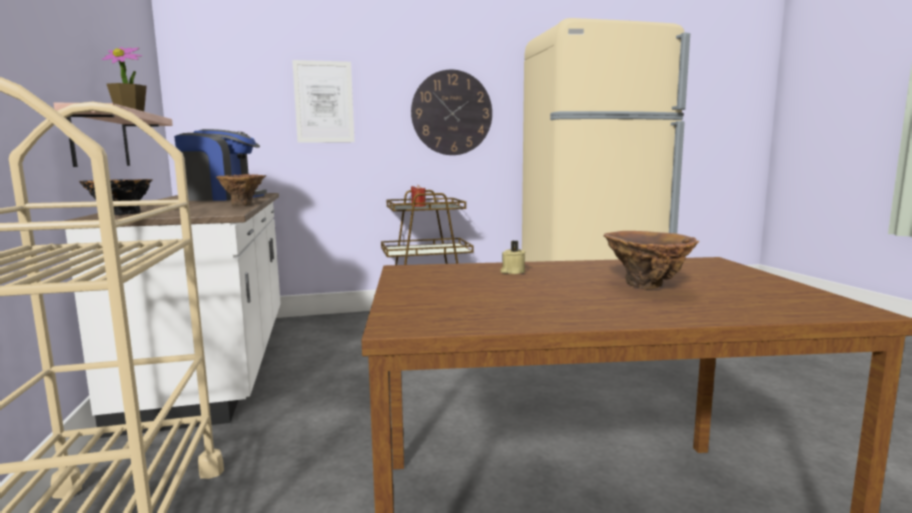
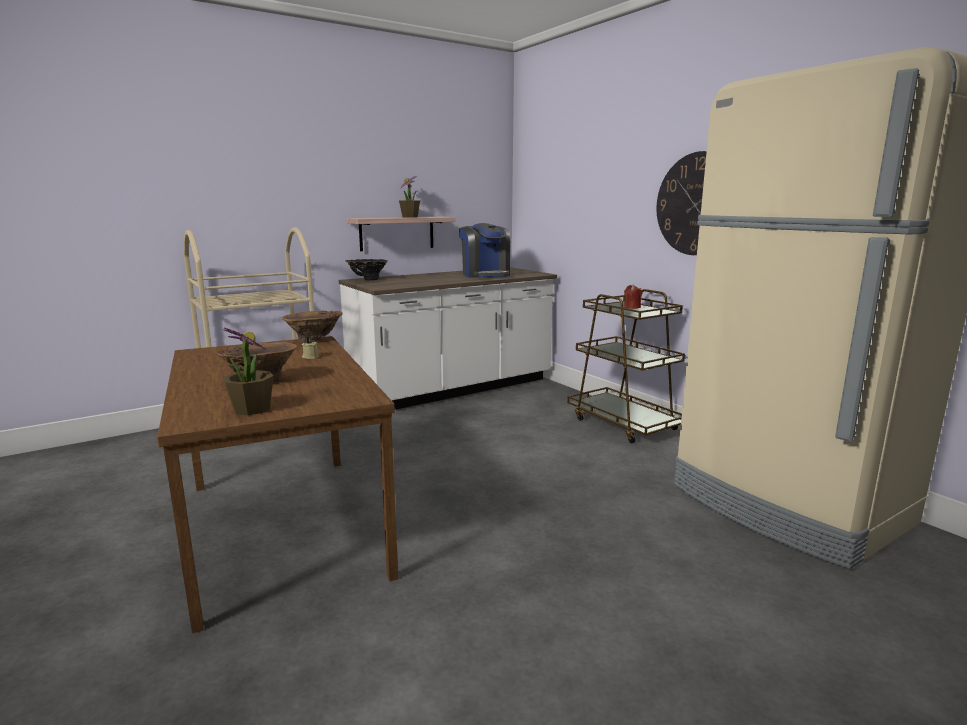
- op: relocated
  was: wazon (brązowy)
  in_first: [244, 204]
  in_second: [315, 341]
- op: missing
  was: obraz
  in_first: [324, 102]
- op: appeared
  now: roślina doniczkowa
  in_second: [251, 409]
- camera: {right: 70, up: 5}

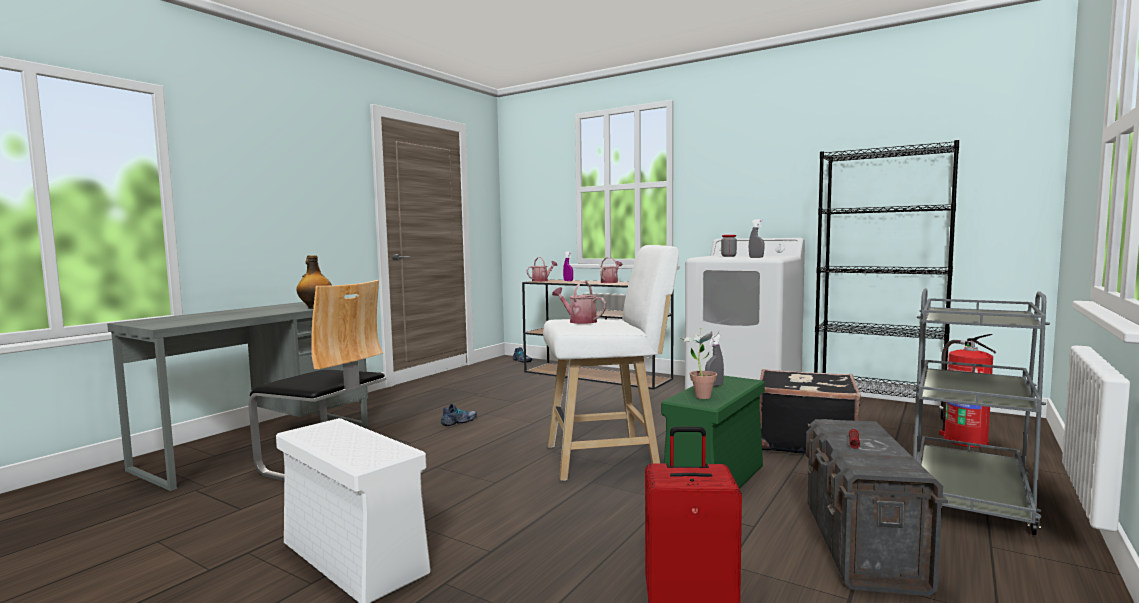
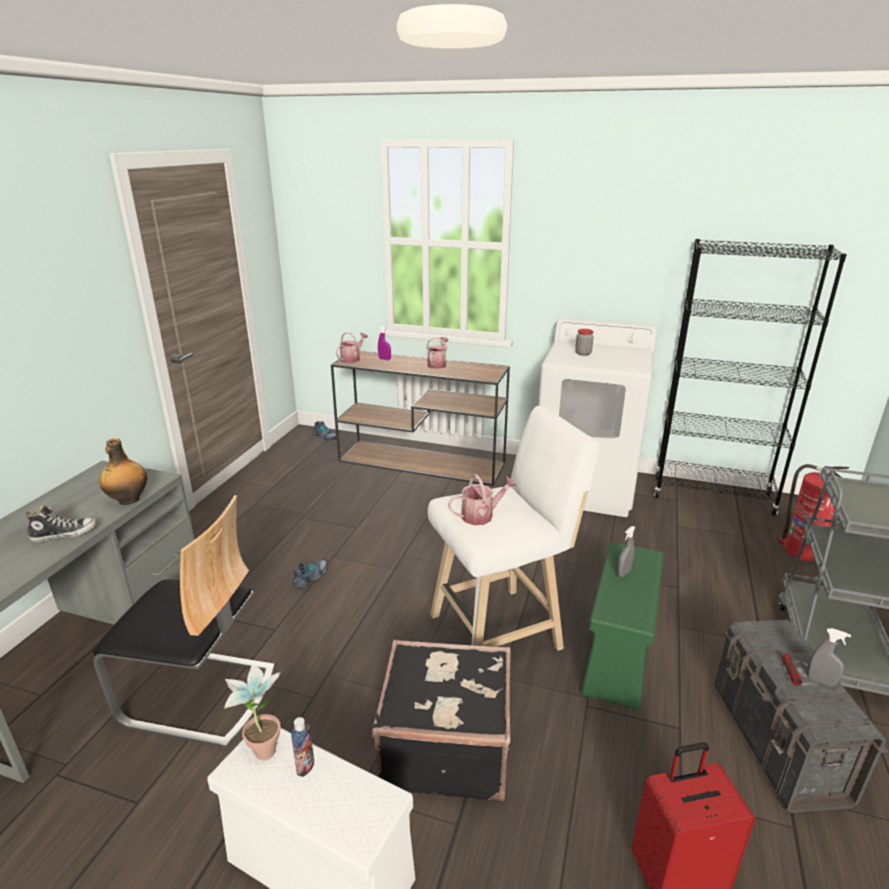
- op: spun
  was: konewka
  in_first: [579, 321]
  in_second: [481, 515]
  clockwise: 135
- op: relocated
  was: roślina doniczkowa
  in_first: [700, 395]
  in_second: [263, 745]
- op: relocated
  was: spryskiwacz (szary)
  in_first: [756, 257]
  in_second: [820, 681]
- op: relocated
  was: walizka (czarny)
  in_first: [804, 442]
  in_second: [445, 745]
- op: appeared
  now: but
  in_second: [65, 534]
- op: appeared
  now: butelka
  in_second: [305, 766]
- camera: {right: -15, up: 20}

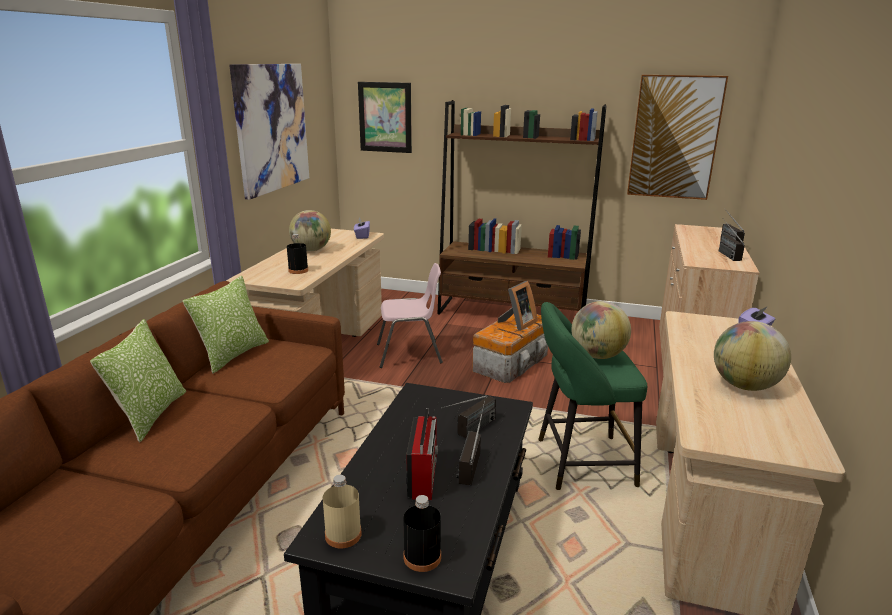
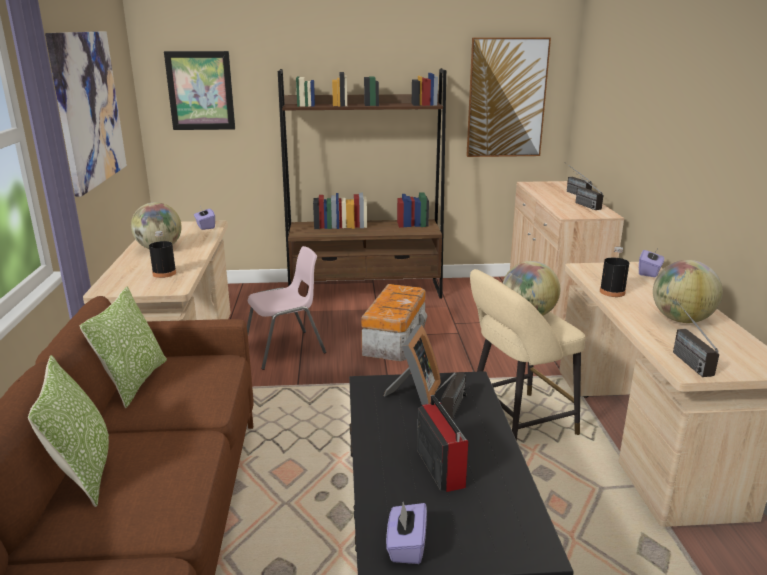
- op: exchanged
  was: butelka (beżowy)
  now: pudełko chusteczek (fioletowy)
  in_first: [343, 535]
  in_second: [406, 546]
- op: relocated
  was: butelka (czarny)
  in_first: [422, 557]
  in_second: [612, 292]
- op: relocated
  was: radio
  in_first: [470, 460]
  in_second: [683, 357]
- op: relocated
  was: ramka na zdjęcie
  in_first: [517, 324]
  in_second: [415, 393]
- op: colour
  was: stołek (zielony)
  now: stołek (beżowy)
  in_first: [579, 462]
  in_second: [515, 424]
- camera: {right: -20, up: 0}

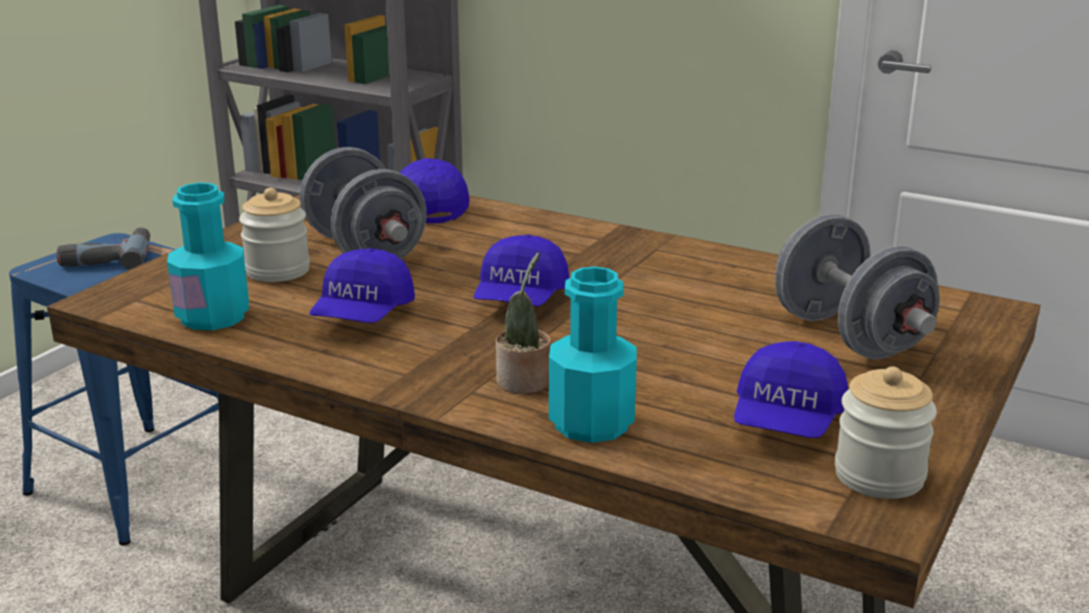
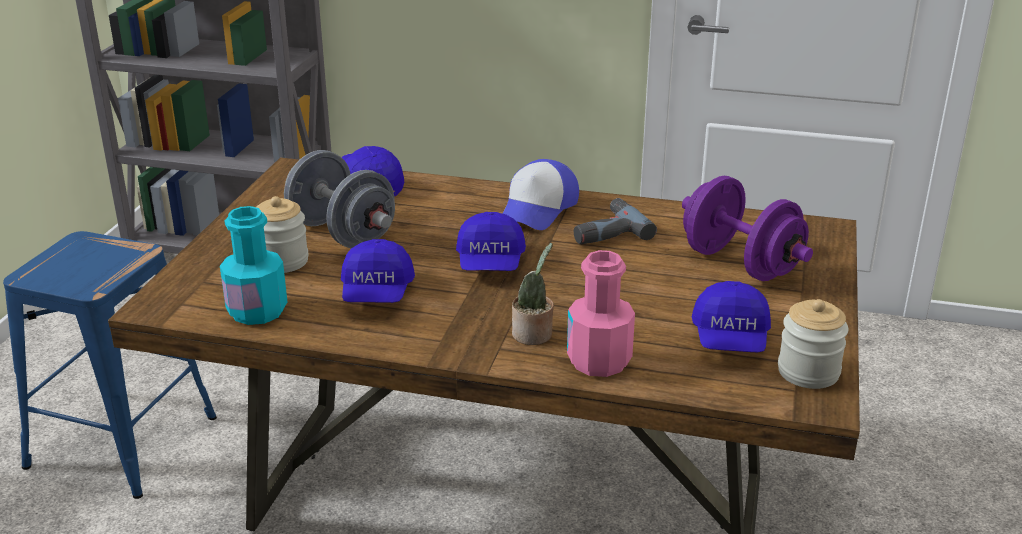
- op: relocated
  was: wiertarka
  in_first: [107, 258]
  in_second: [605, 231]
- op: colour
  was: butelka (turkusowy)
  now: butelka (różowy)
  in_first: [591, 423]
  in_second: [599, 361]
- op: colour
  was: hantel (szary)
  now: hantel (fioletowy)
  in_first: [848, 336]
  in_second: [740, 263]
- op: appeared
  now: czapka z daszkiem
  in_second: [538, 209]
- camera: {right: -15, up: 5}

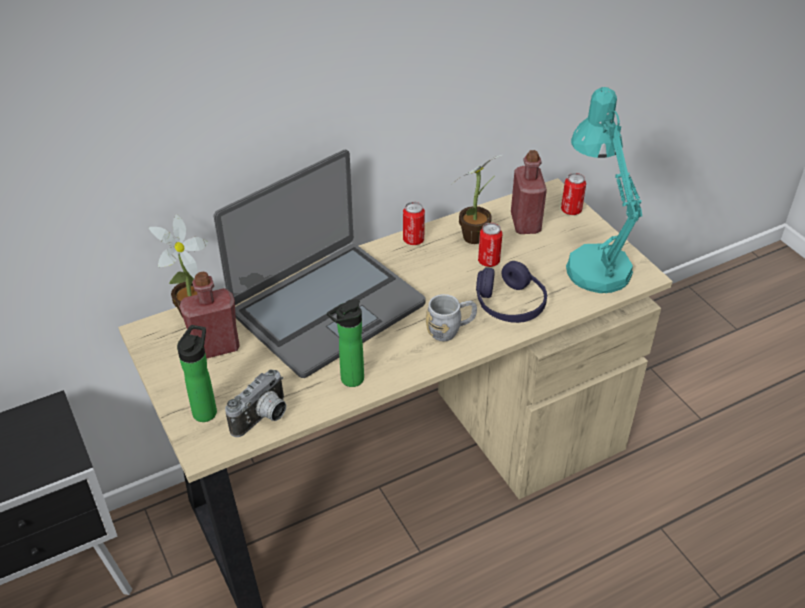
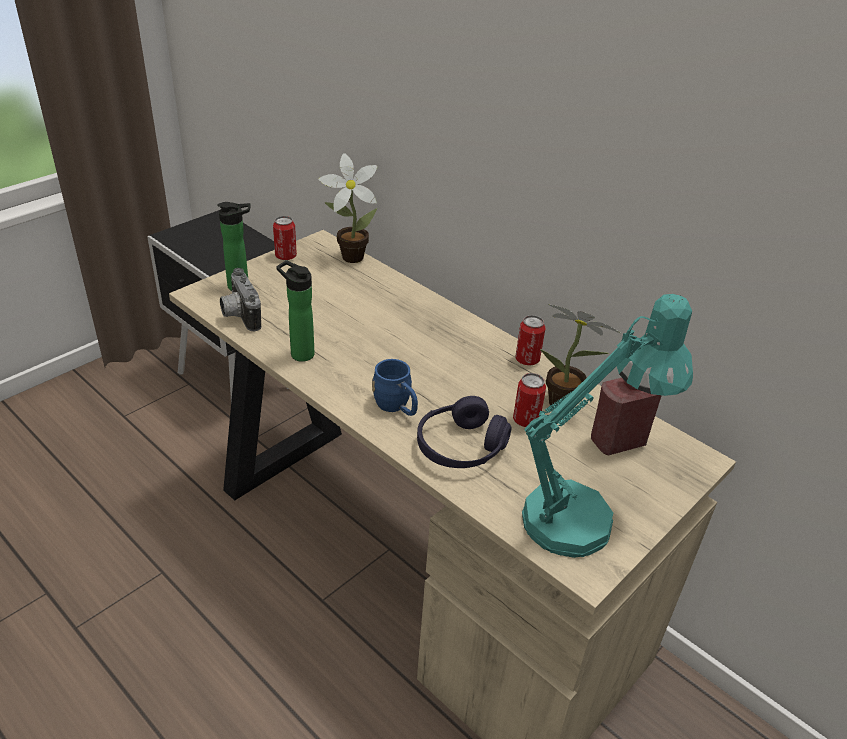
- op: missing
  was: butelka (czerwony)
  in_first: [215, 348]
- op: missing
  was: laptop
  in_first: [327, 308]
- op: spun
  was: aparat fotograficzny
  in_first: [264, 418]
  in_second: [239, 316]
  clockwise: 45
- op: colour
  was: kubek (szary)
  now: kubek (niebieski)
  in_first: [450, 330]
  in_second: [396, 407]
- op: relocated
  was: puszka
  in_first: [571, 210]
  in_second: [286, 256]
- camera: {right: 70, up: -5}

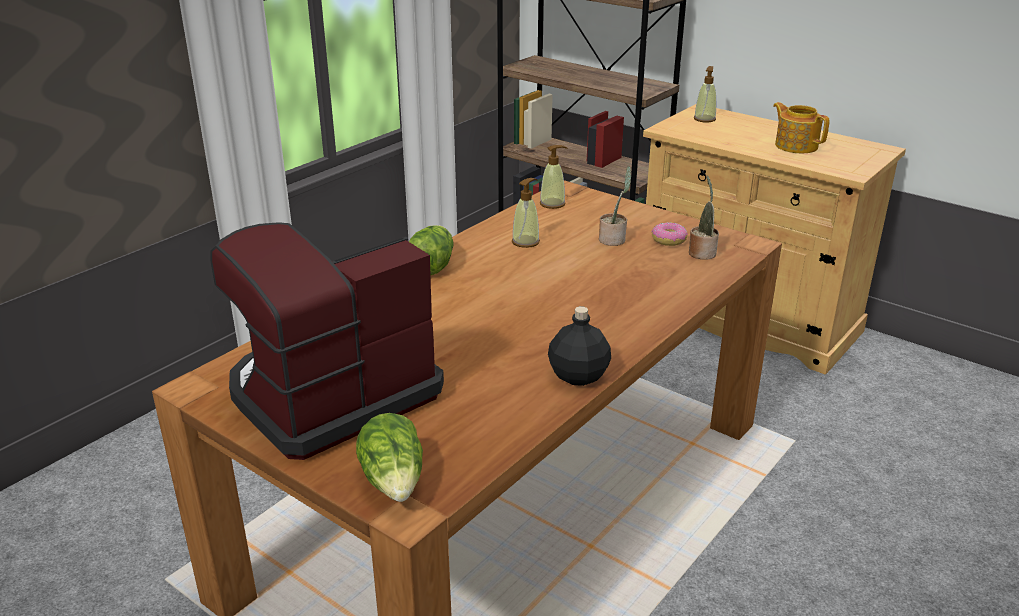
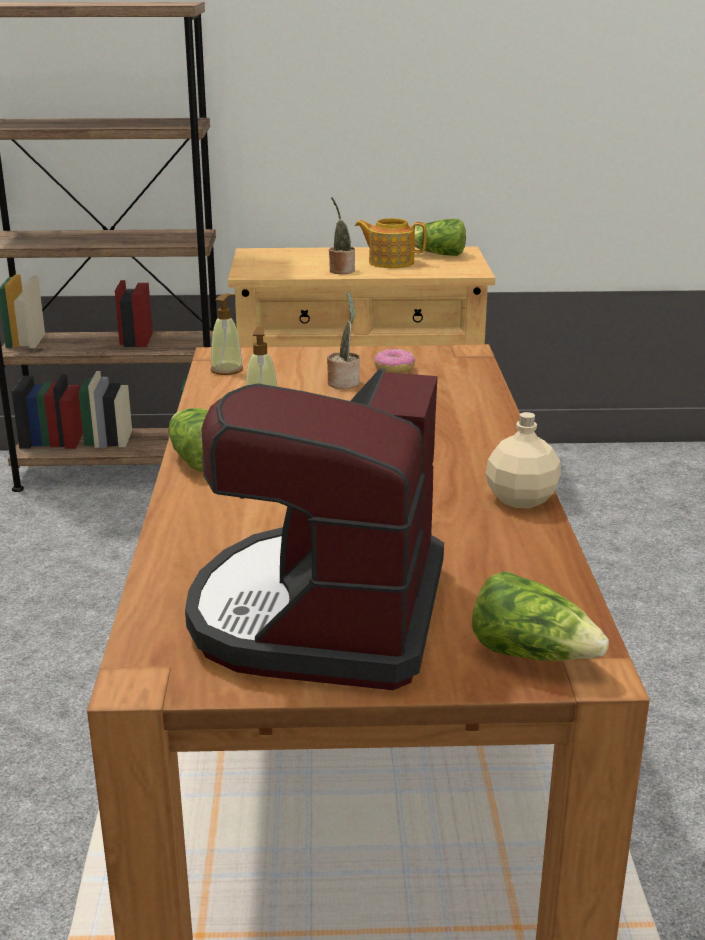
- op: colour
  was: butelka (czarny)
  now: butelka (beżowy)
  in_first: [577, 376]
  in_second: [520, 499]
- op: relocated
  was: roślina doniczkowa
  in_first: [702, 252]
  in_second: [341, 270]
- op: missing
  was: dozownik mydła
  in_first: [704, 119]
- op: appeared
  now: sałata
  in_second: [437, 255]
- camera: {right: -40, up: -5}

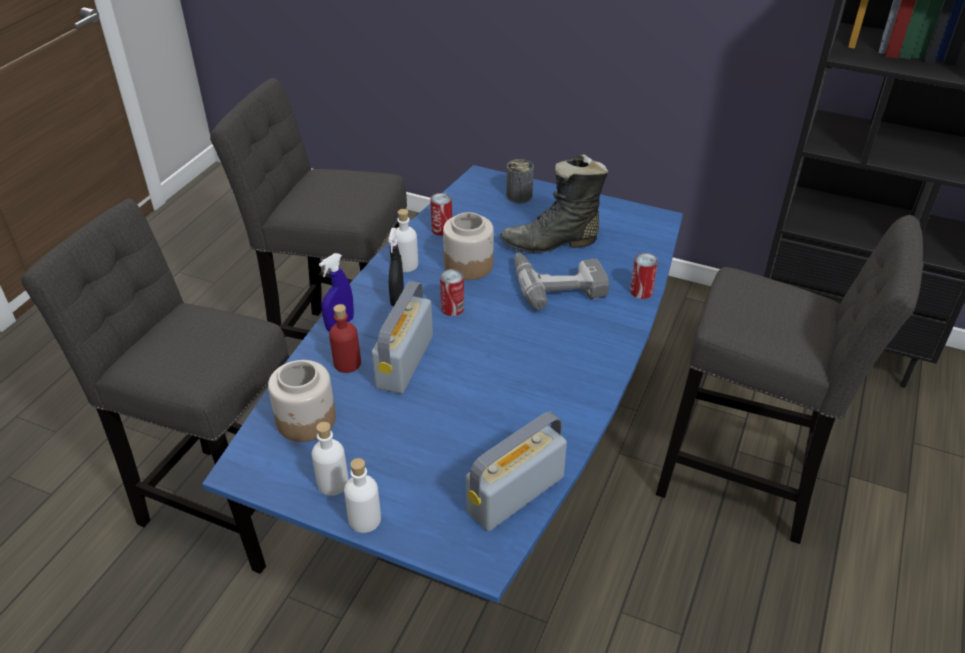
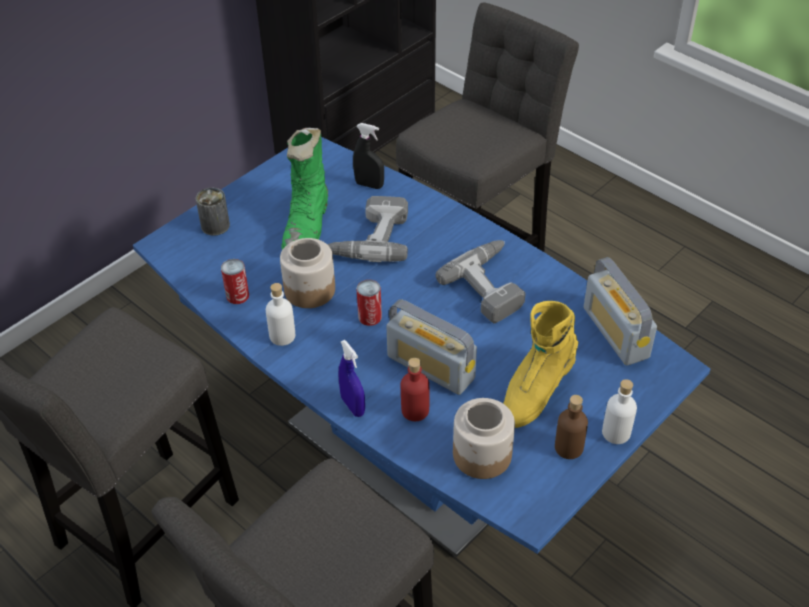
- op: colour
  was: butelka (biały)
  now: butelka (brązowy)
  in_first: [333, 483]
  in_second: [568, 447]
- op: relocated
  was: spryskiwacz (czarny)
  in_first: [397, 298]
  in_second: [369, 185]
- op: colour
  was: but z cholewką (czarny)
  now: but z cholewką (zielony)
  in_first: [551, 243]
  in_second: [308, 225]
- op: missing
  was: puszka
  in_first: [641, 291]
- op: appeared
  now: wiertarka
  in_second: [492, 285]
- op: appeared
  now: but z cholewką (żółty)
  in_second: [535, 391]
- camera: {right: -70, up: 5}

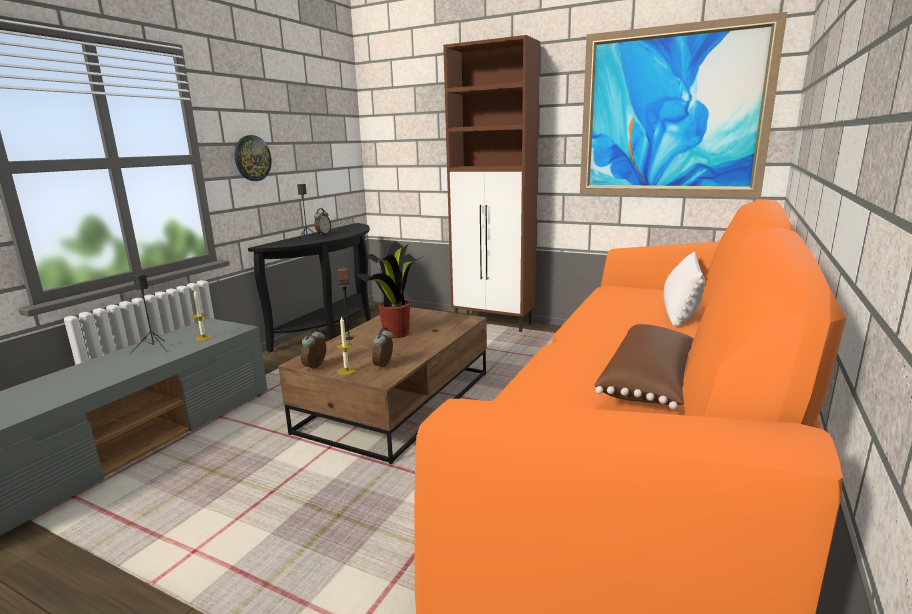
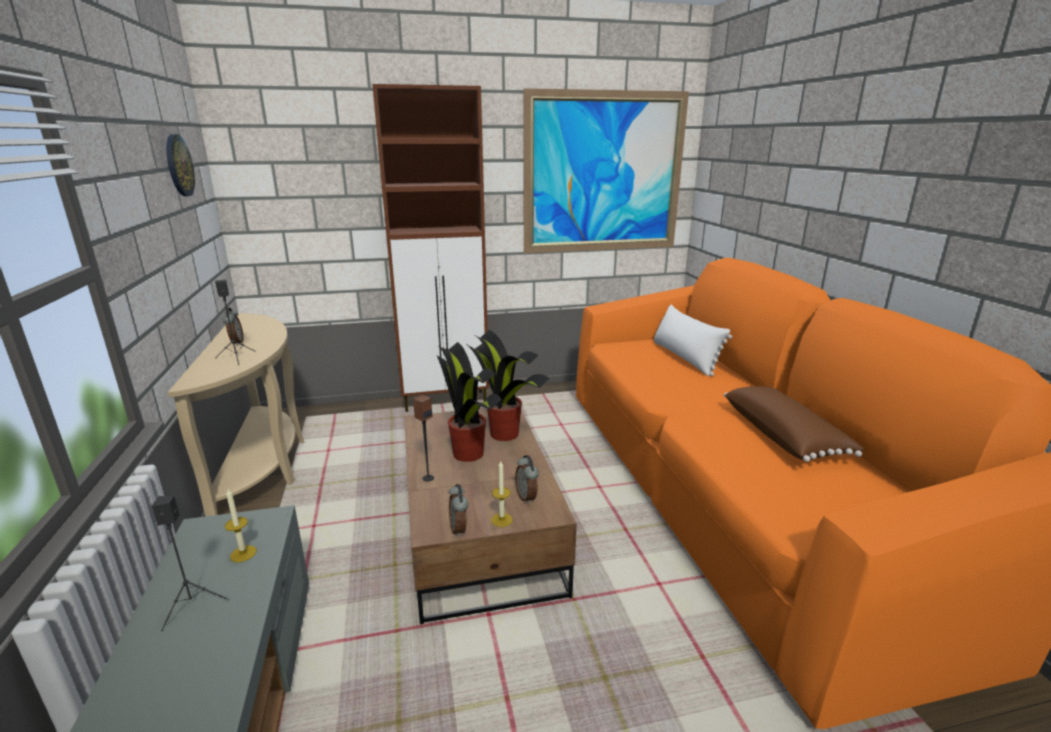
- op: relocated
  was: zegar ścienny
  in_first: [252, 158]
  in_second: [178, 165]
- op: colour
  was: stolik konsolowy (czarny)
  now: stolik konsolowy (beżowy)
  in_first: [334, 330]
  in_second: [266, 466]
- op: appeared
  now: roślina doniczkowa
  in_second: [503, 433]
- camera: {right: -40, up: 5}

